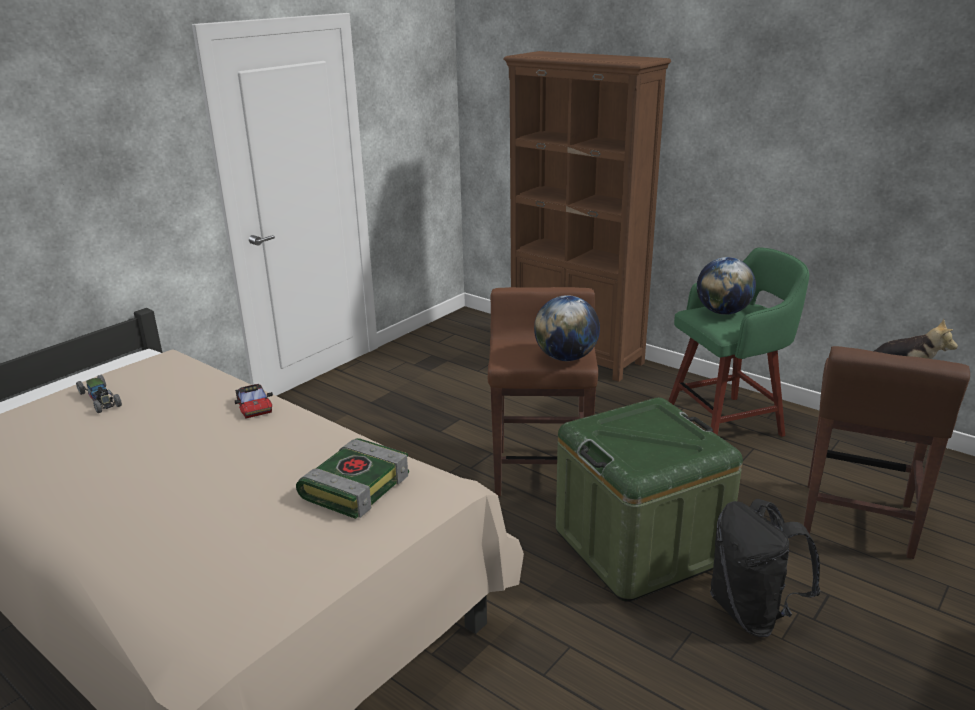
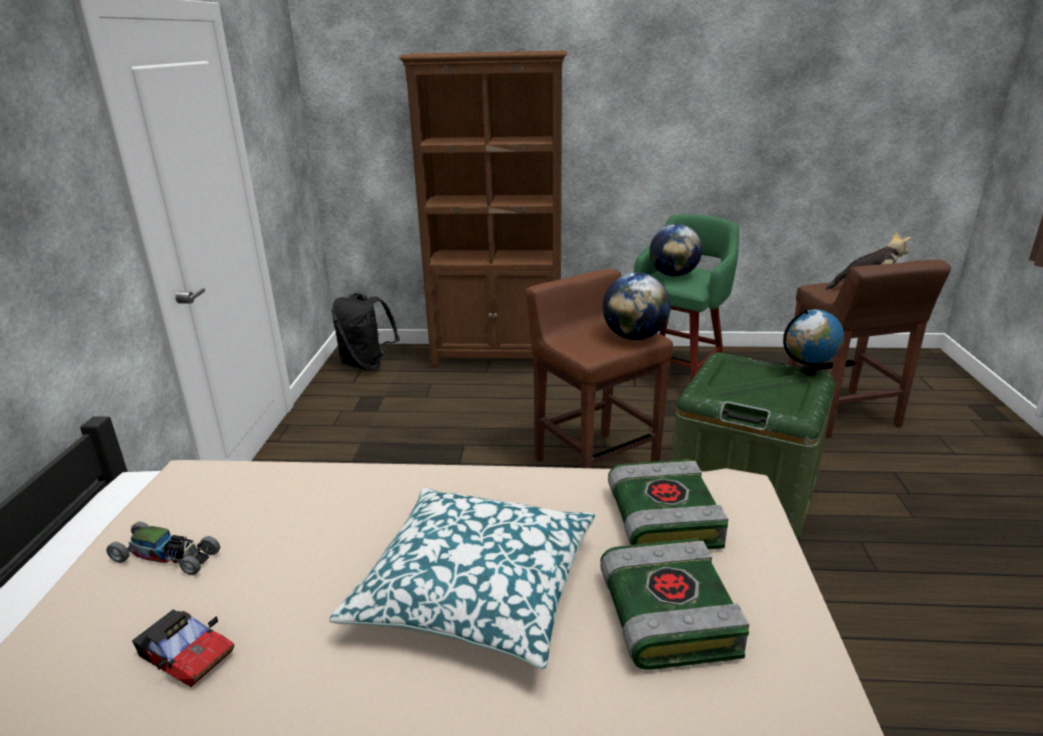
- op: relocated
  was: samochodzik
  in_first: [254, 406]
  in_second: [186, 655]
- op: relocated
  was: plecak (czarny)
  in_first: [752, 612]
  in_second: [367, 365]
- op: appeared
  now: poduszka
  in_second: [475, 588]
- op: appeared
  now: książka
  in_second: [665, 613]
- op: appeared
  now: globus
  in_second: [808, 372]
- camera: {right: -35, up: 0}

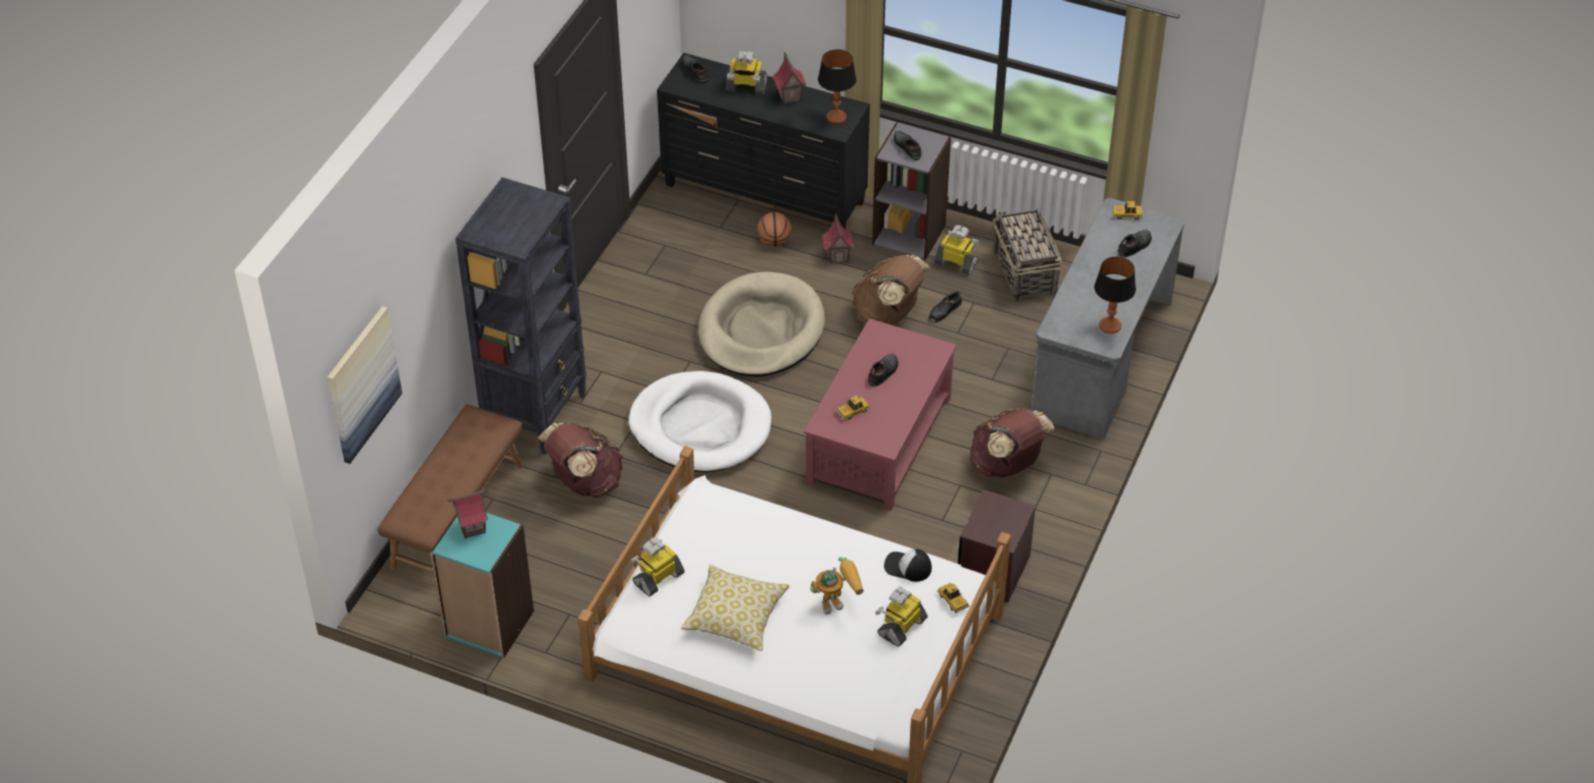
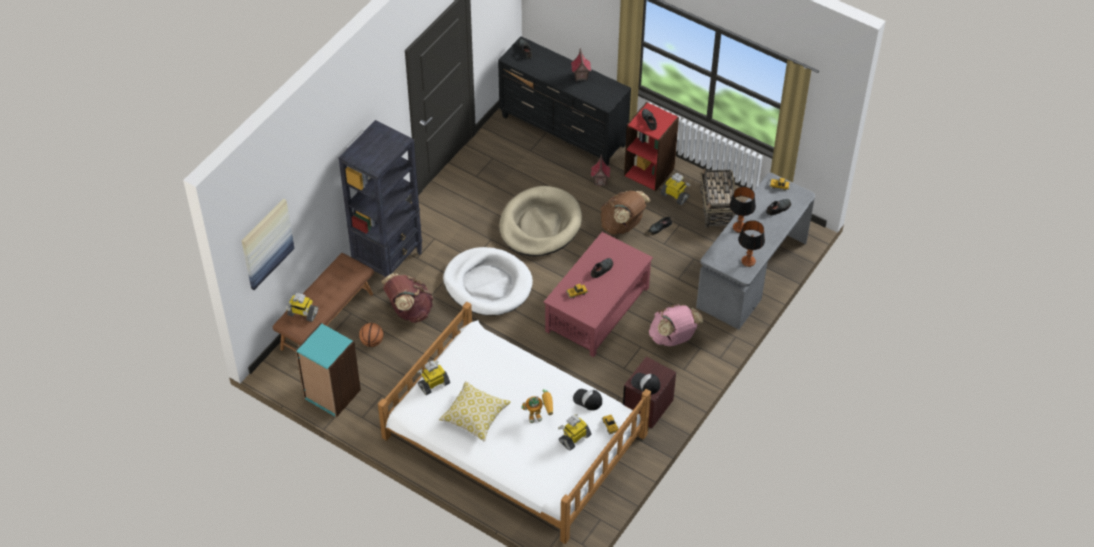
- op: missing
  was: domek
  in_first: [472, 528]
- op: relocated
  was: robot zabawkowy
  in_first: [746, 87]
  in_second: [302, 313]
- op: relocated
  was: piłka do koszykówki
  in_first: [774, 242]
  in_second: [372, 342]
- op: relocated
  was: lampa stołowa
  in_first: [836, 118]
  in_second: [739, 227]
- op: colour
  was: regał (szary)
  now: regał (czerwony)
  in_first: [909, 234]
  in_second: [649, 171]
- op: colour
  was: plecak (brązowy)
  now: plecak (różowy)
  in_first: [1006, 465]
  in_second: [673, 338]
- op: appeared
  now: czapka z daszkiem
  in_second: [645, 384]
- camera: {right: 10, up: 5}

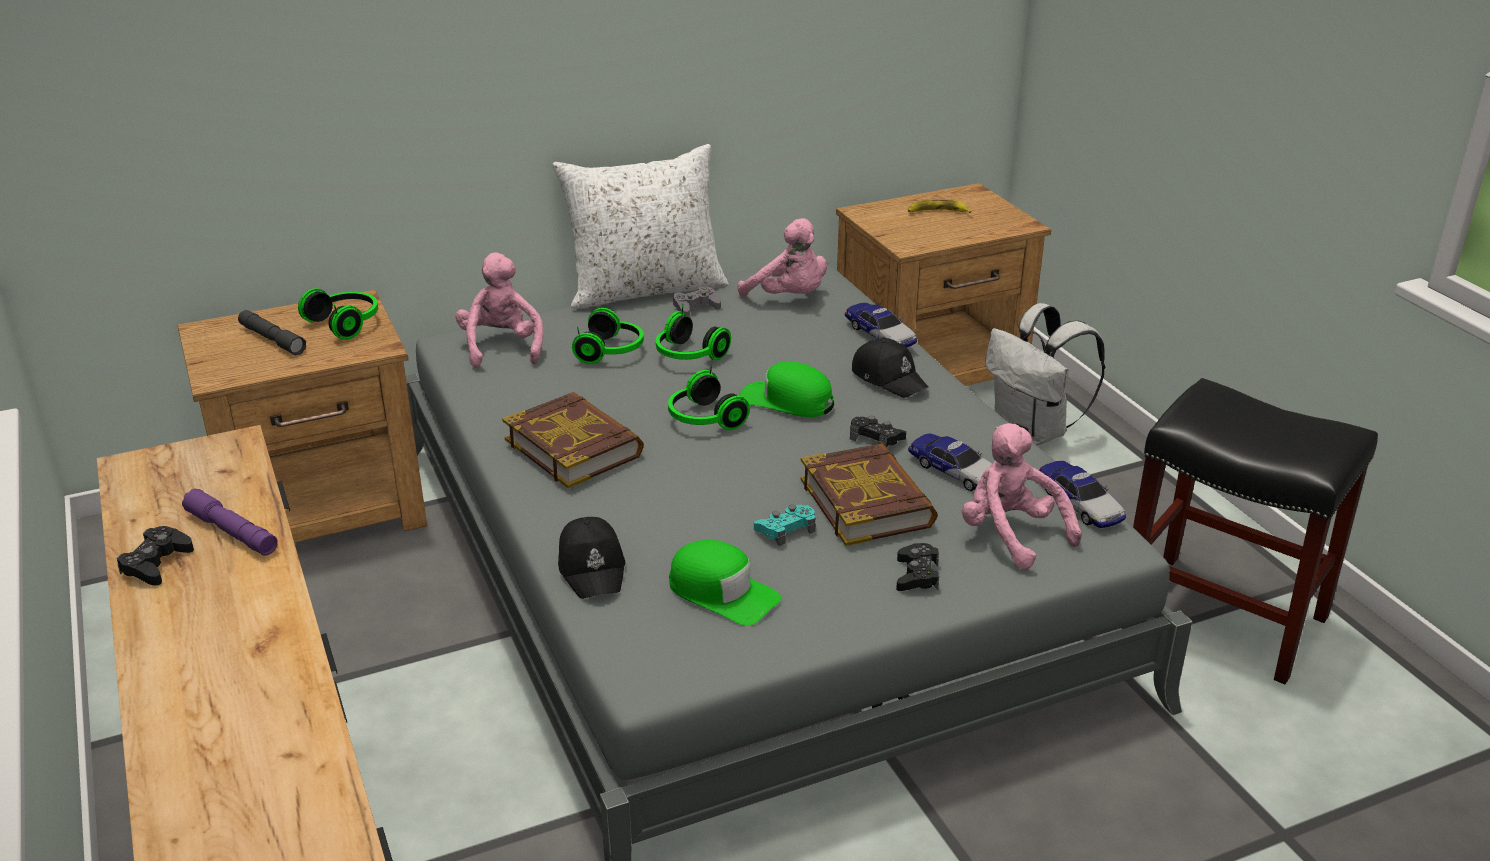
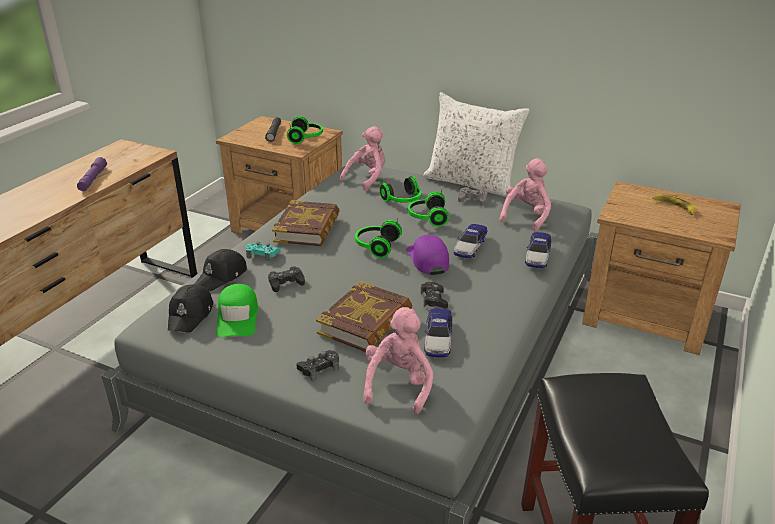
- op: relocated
  was: pad do gier (czarny)
  in_first: [156, 563]
  in_second: [286, 283]
- op: spun
  was: pluszak (różowy)
  in_first: [789, 298]
  in_second: [526, 216]
  clockwise: -150
- op: colour
  was: czapka z daszkiem (zielony)
  now: czapka z daszkiem (fioletowy)
  in_first: [787, 401]
  in_second: [427, 259]
- op: relocated
  was: pad do gier (turkusowy)
  in_first: [786, 529]
  in_second: [262, 254]
- op: relocated
  was: czapka z daszkiem (czarny)
  in_first: [889, 378]
  in_second: [191, 315]
- op: missing
  was: plecak (biały)
  in_first: [1033, 432]
- op: relocated
  was: samochodzik
  in_first: [1079, 503]
  in_second: [470, 246]
- camera: {right: 50, up: 0}

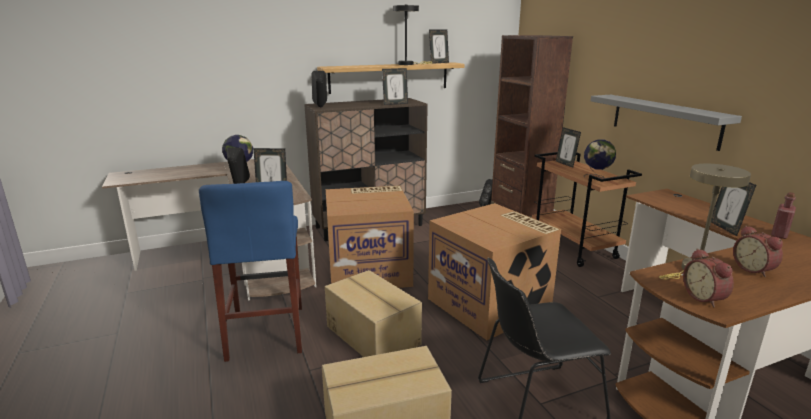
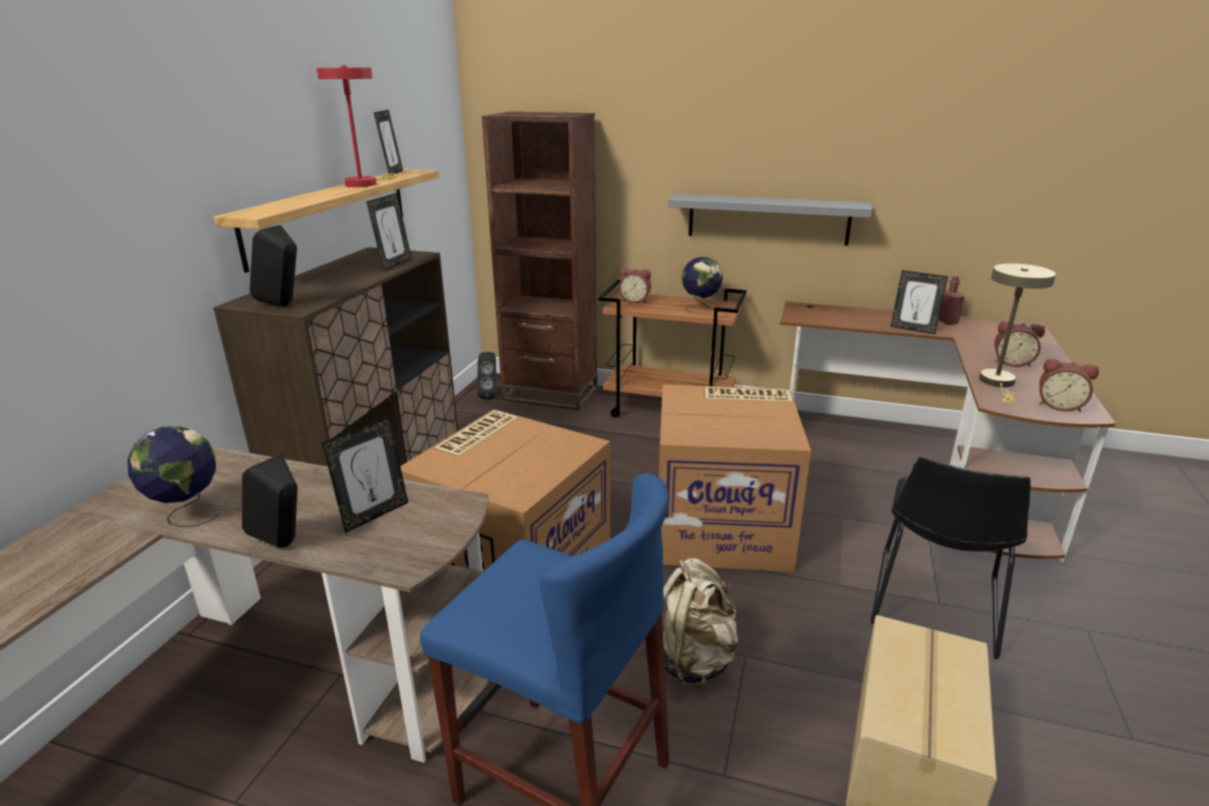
- op: exchanged
  was: karton
  now: plecak (beżowy)
  in_first: [373, 335]
  in_second: [693, 659]
- op: colour
  was: lampa stołowa (czarny)
  now: lampa stołowa (czerwony)
  in_first: [408, 64]
  in_second: [364, 184]
- op: exchanged
  was: ramka na zdjęcie
  now: budzik
  in_first: [565, 164]
  in_second: [635, 300]
- camera: {right: -50, up: 5}

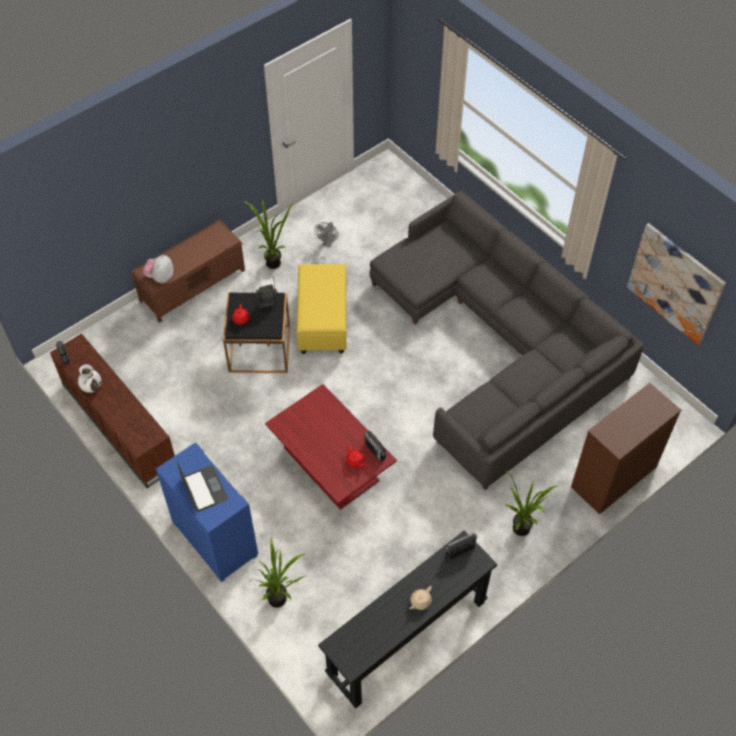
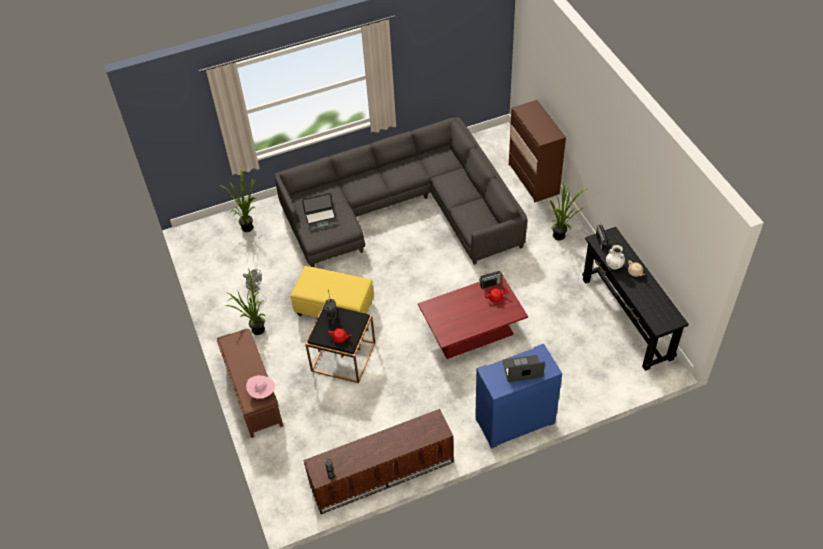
- op: relocated
  was: wazon (biały)
  in_first: [92, 387]
  in_second: [614, 265]
- op: exchanged
  was: pluszak
  now: kapelusz (różowy)
  in_first: [160, 277]
  in_second: [262, 392]
- op: relocated
  was: roślina doniczkowa
  in_first: [281, 601]
  in_second: [249, 226]
- op: missing
  was: obraz
  in_first: [675, 284]
- op: appeared
  now: laptop
  in_second: [321, 219]
- camera: {right: -70, up: -5}

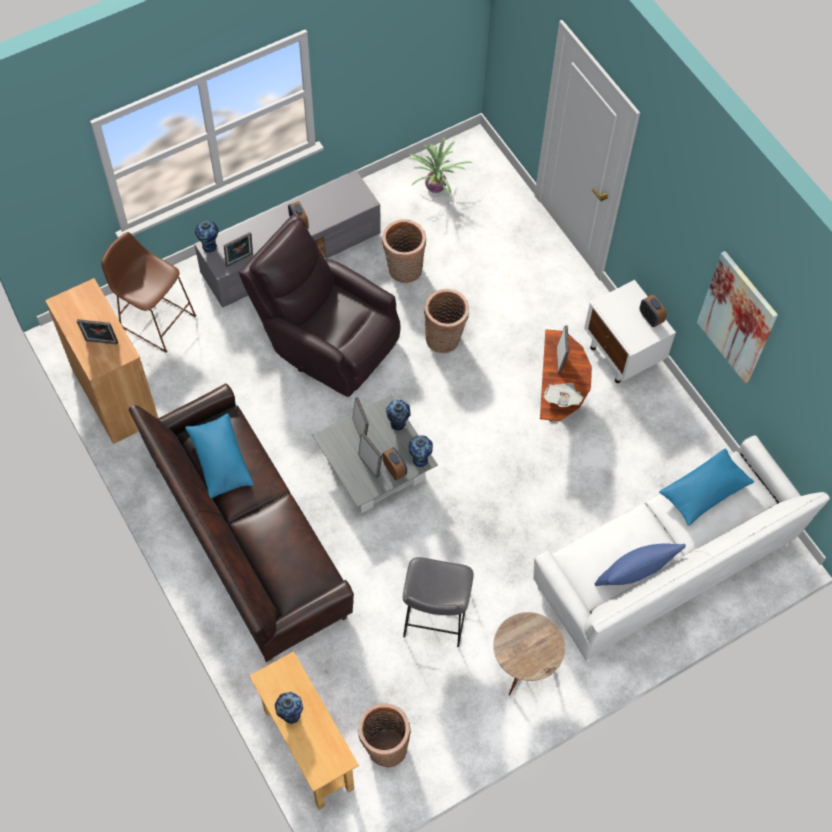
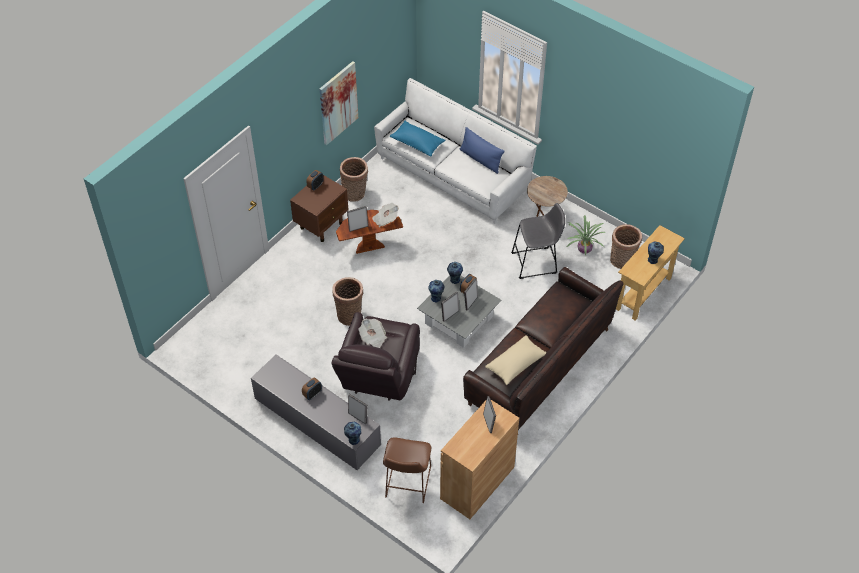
- op: colour
  was: poduszka (niebieski)
  now: poduszka (beżowy)
  in_first: [220, 461]
  in_second: [515, 364]
- op: relocated
  was: koszyk
  in_first: [403, 271]
  in_second: [355, 194]
- op: relocated
  was: roślina doniczkowa
  in_first: [436, 187]
  in_second: [584, 249]
- op: colour
  was: szafka nocna (biały)
  now: szafka nocna (brązowy)
  in_first: [622, 356]
  in_second: [322, 225]
- op: appeared
  now: gazeta
  in_second: [373, 338]
- camera: {right: -110, up: -10}

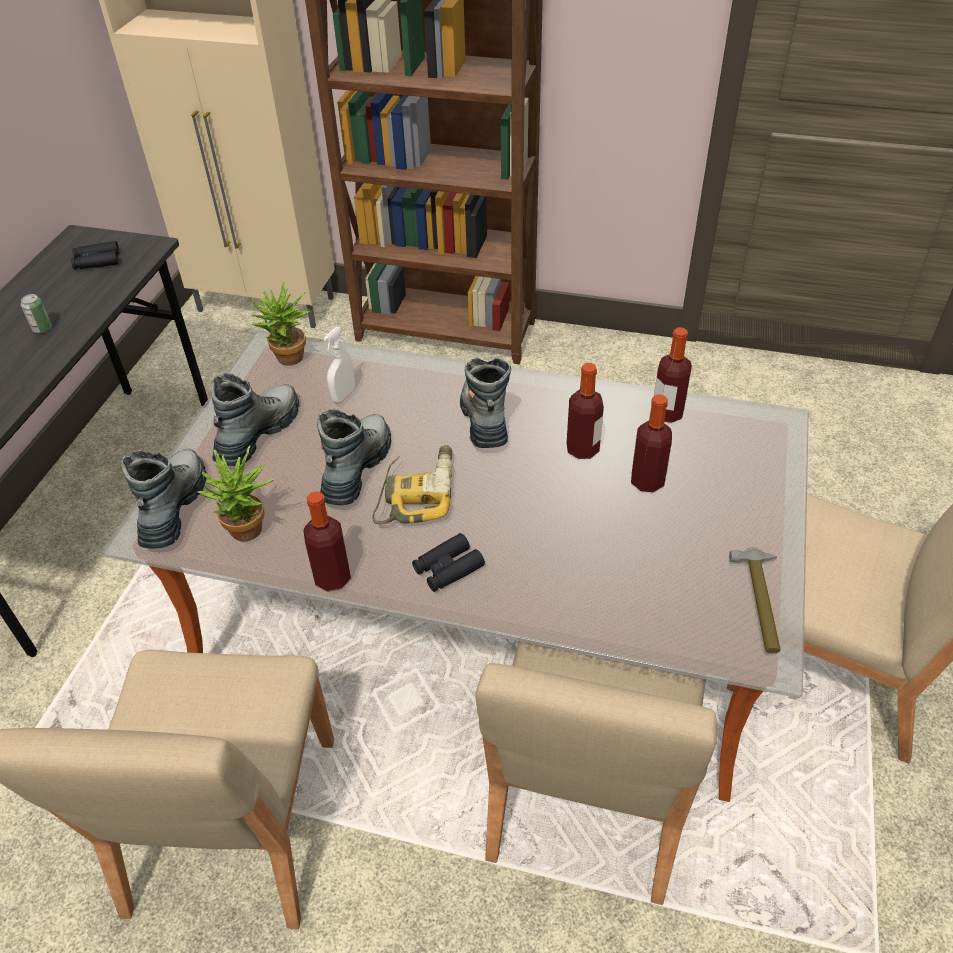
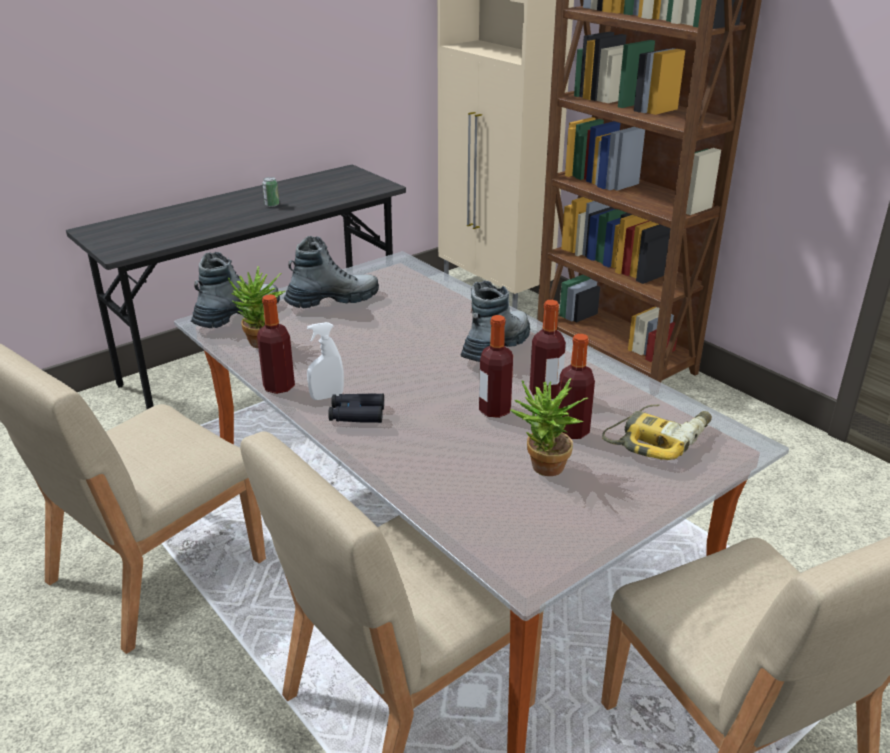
- op: missing
  was: lornetka (czarny)
  in_first: [97, 261]
- op: relocated
  was: roślina doniczkowa
  in_first: [288, 361]
  in_second: [543, 470]
- op: missing
  was: but z cholewką
  in_first: [356, 468]
- op: relocated
  was: spryskiwacz (biały)
  in_first: [343, 395]
  in_second: [327, 396]
- op: relocated
  was: wiertarka
  in_first: [416, 492]
  in_second: [658, 438]
- op: relocated
  was: butelka
  in_first: [667, 413]
  in_second: [494, 410]
- op: missing
  was: młotek
  in_first: [760, 603]
- camera: {right: 35, up: -15}

